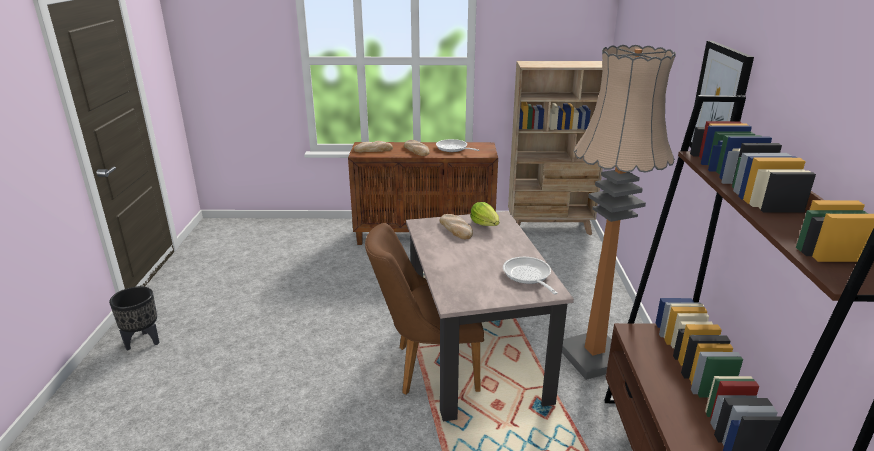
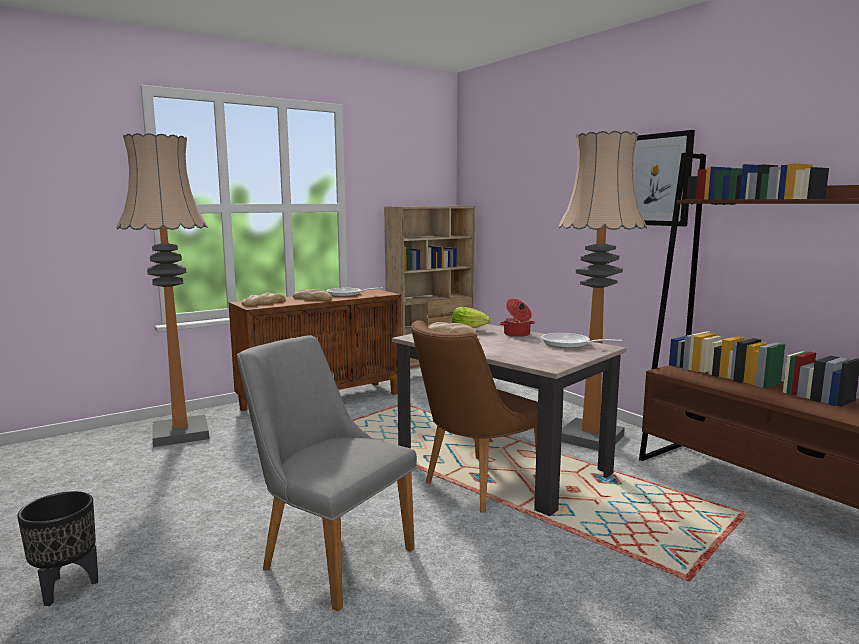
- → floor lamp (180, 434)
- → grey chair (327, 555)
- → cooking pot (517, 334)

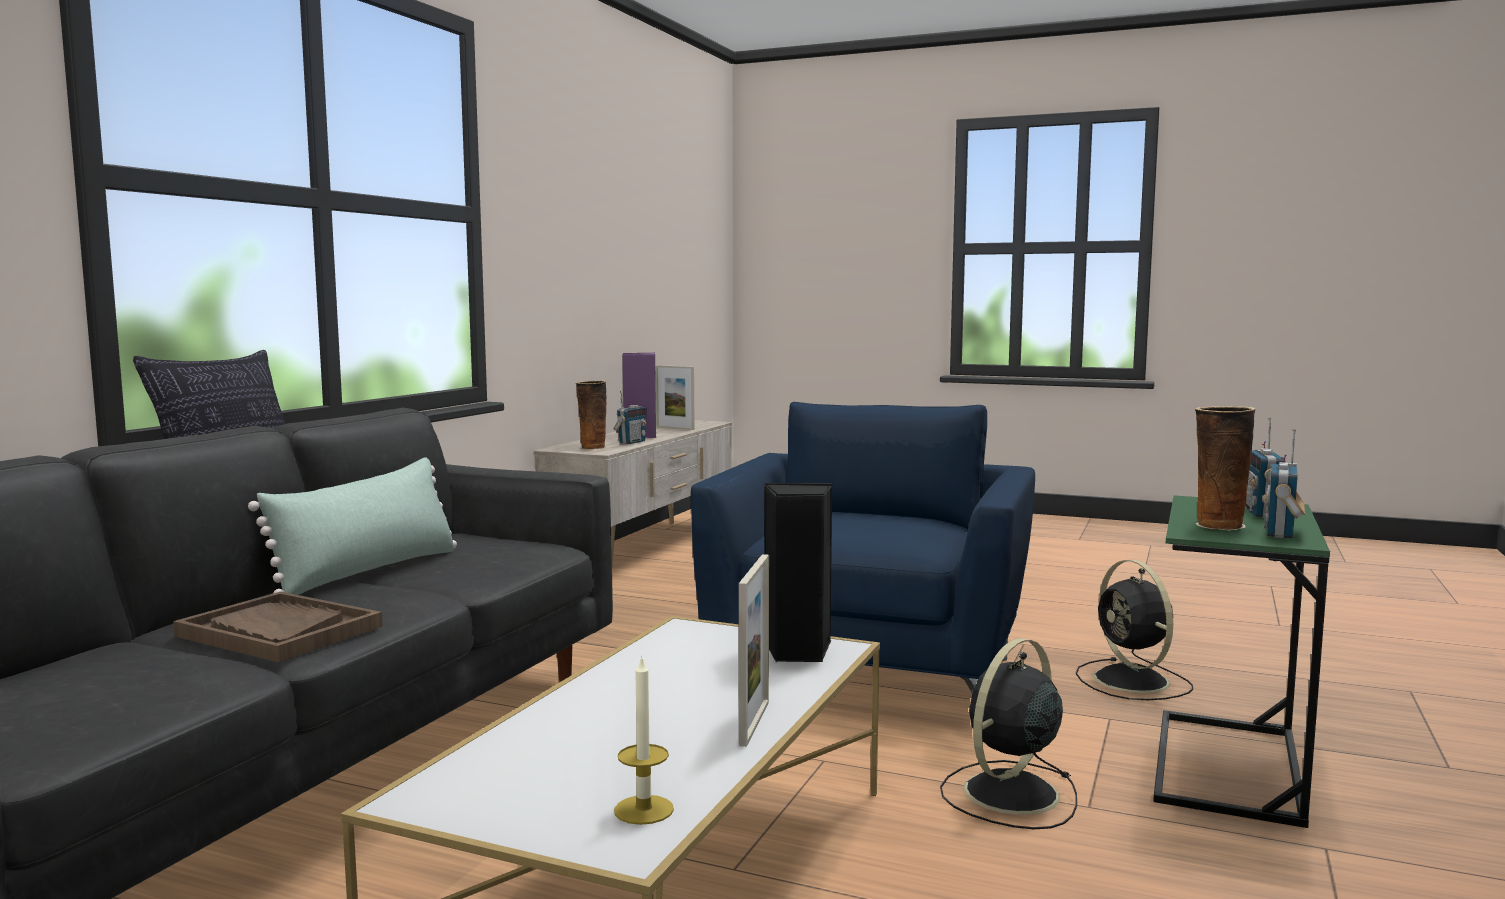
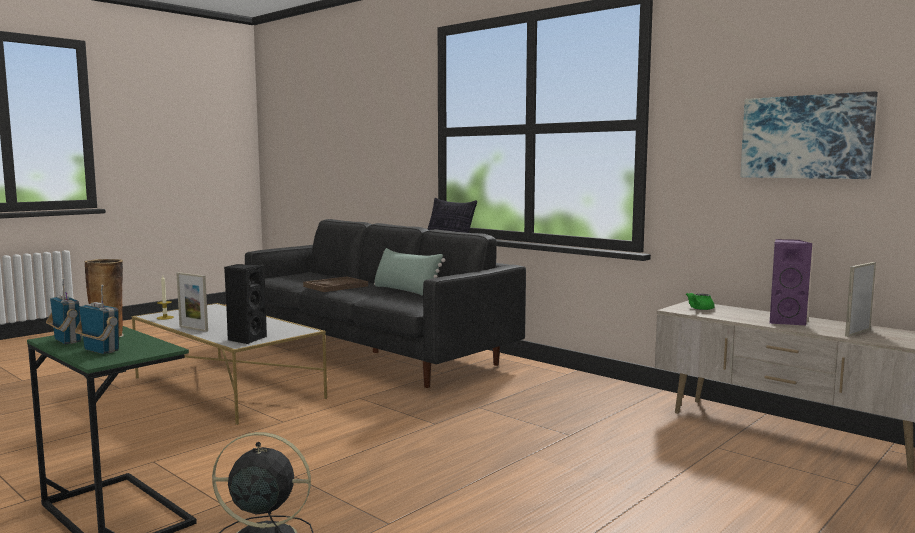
vase (592, 447) → green teapot (699, 309)
- → picture (806, 137)
radio (631, 442) → -
blue armchair (869, 673) → -
black fan (1009, 794) → -

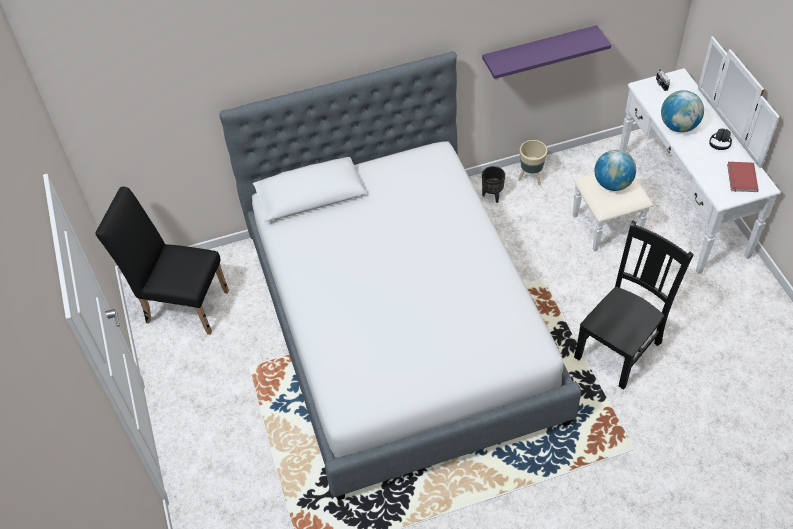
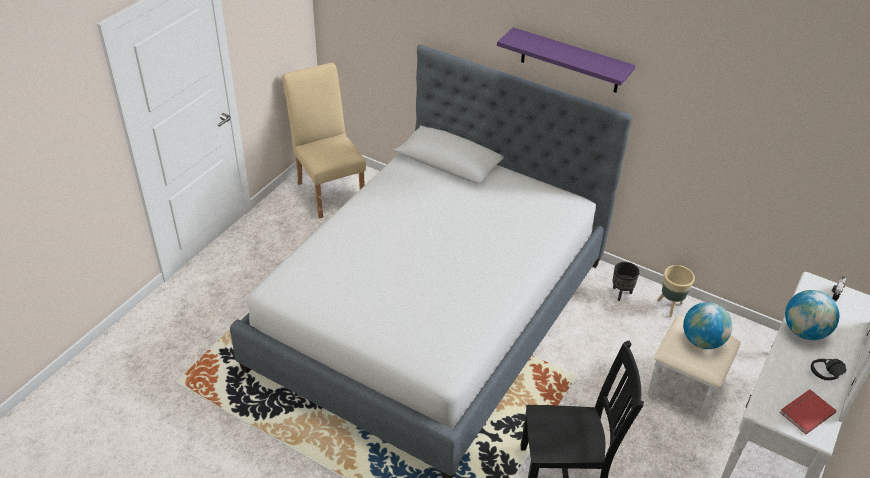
black chair (181, 304) → beige chair (329, 190)
purple shelf (539, 52) → purple shelf (570, 61), moved

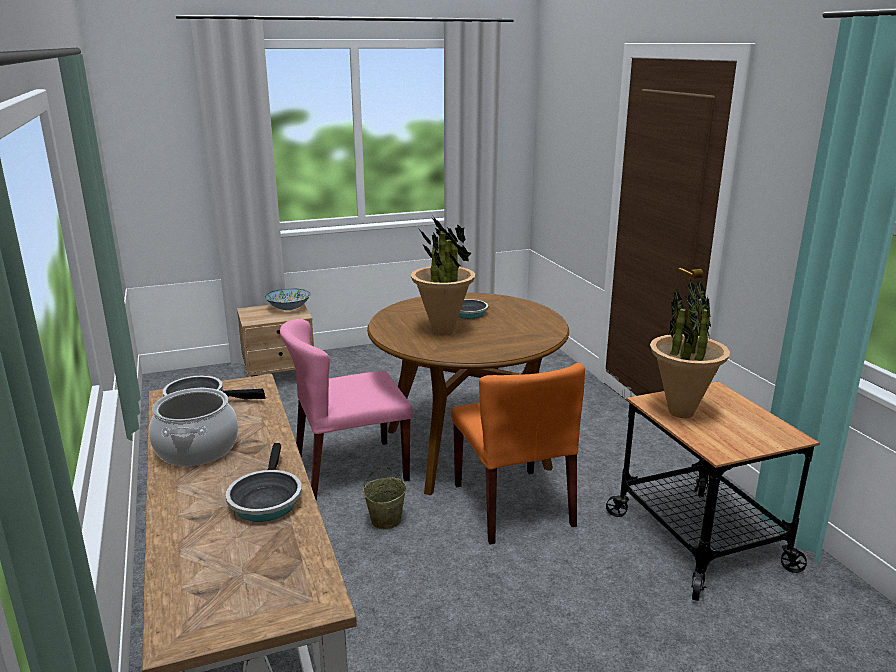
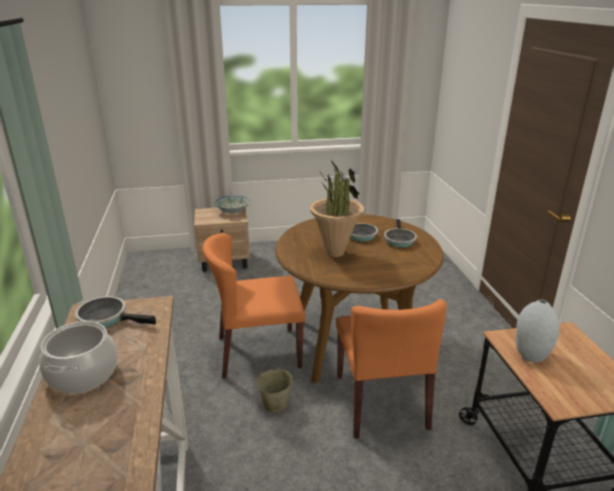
pink chair (350, 469) → orange chair (258, 352)
frying pan (265, 499) → frying pan (399, 240), moved
potted plant (681, 413) → grey vase (530, 354)

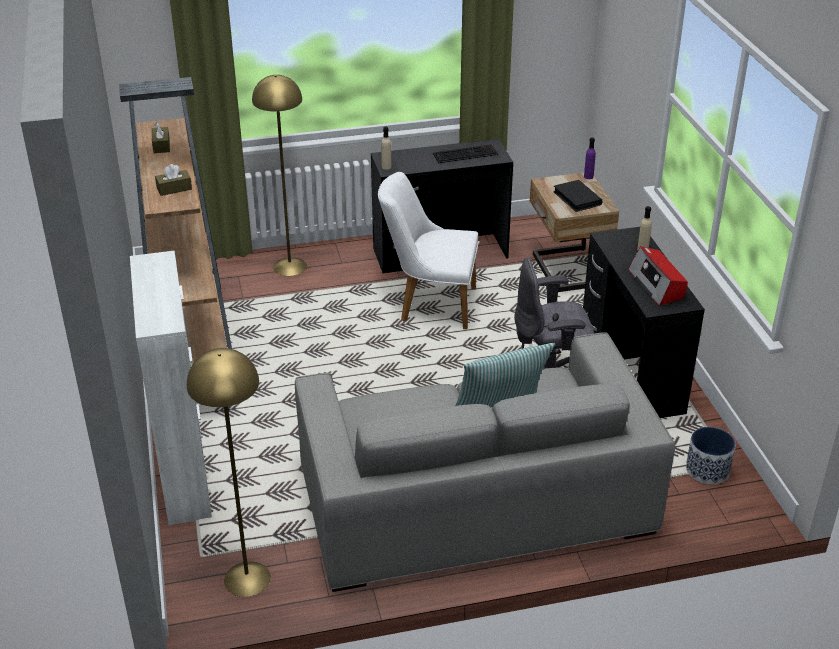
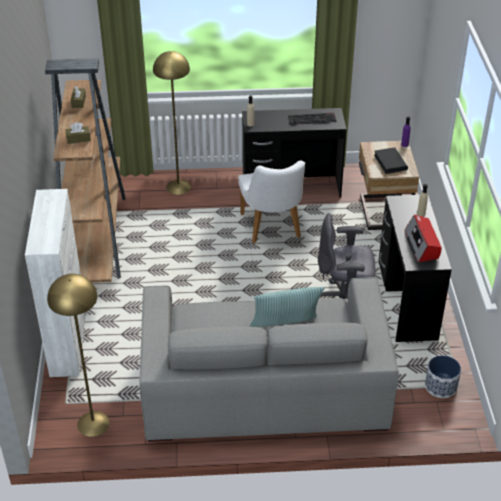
white chair (430, 305) → white chair (272, 229), 120 degrees counterclockwise

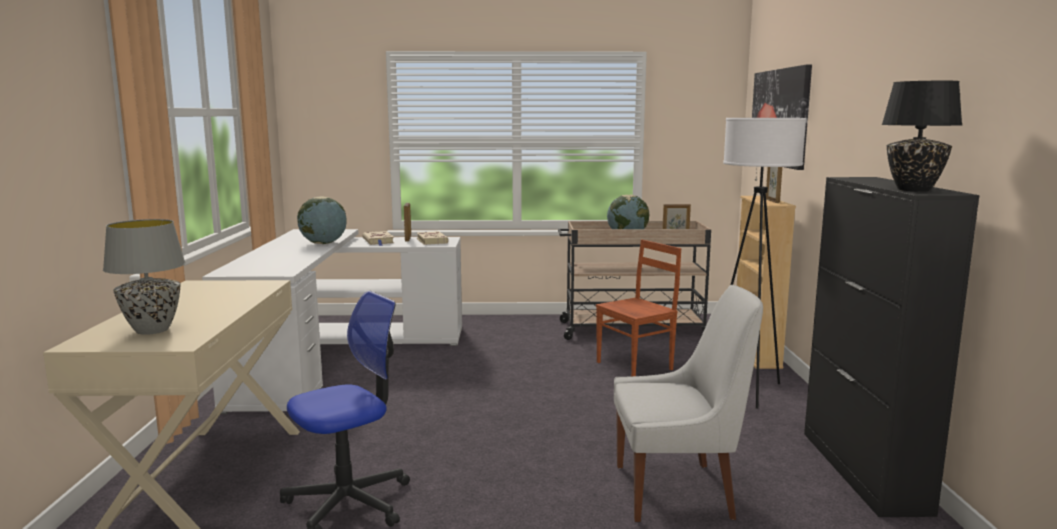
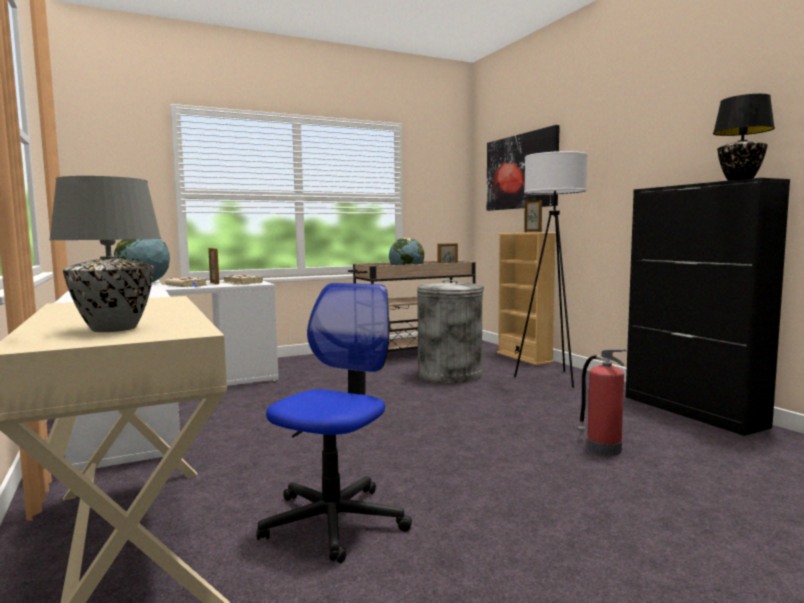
brown chair (636, 366) → grey trash can (450, 375)
white chair (678, 491) → fire extinguisher (602, 448)

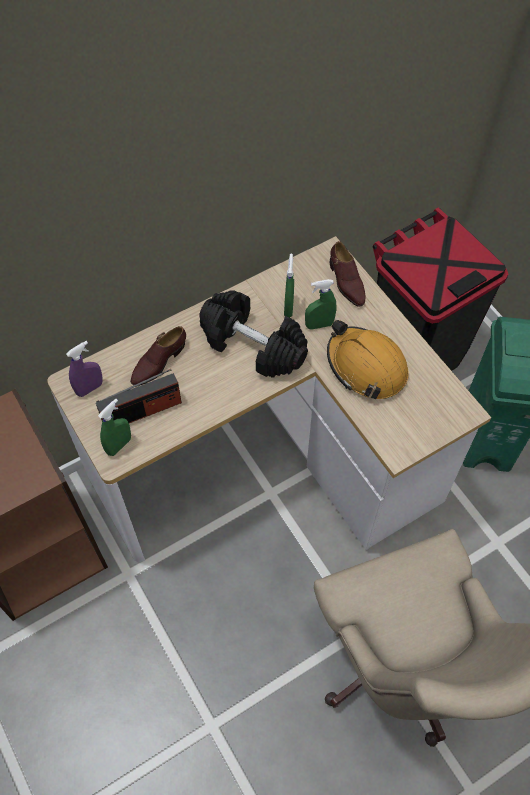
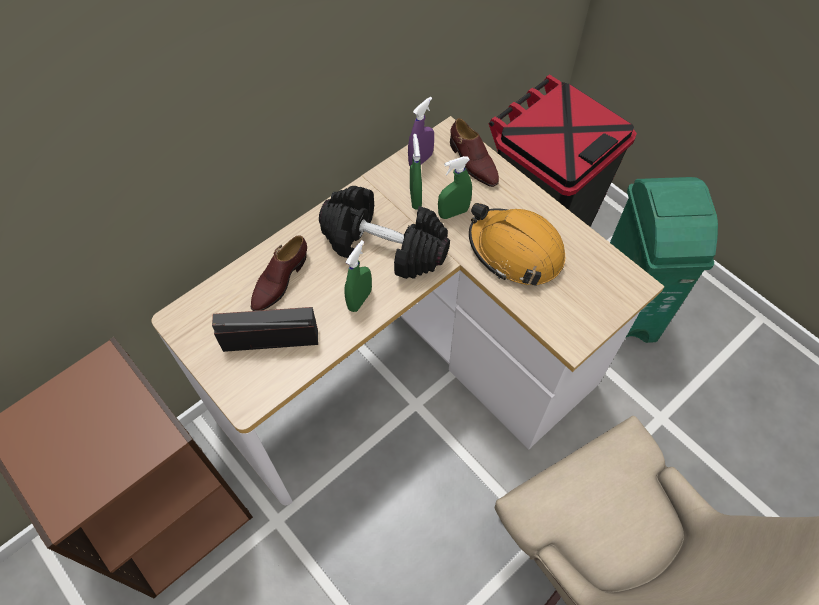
radio (142, 411) → radio (270, 340), 150 degrees counterclockwise
green spray bottle (119, 445) → green spray bottle (359, 300), moved
purple spray bottle (90, 388) → purple spray bottle (420, 160), moved

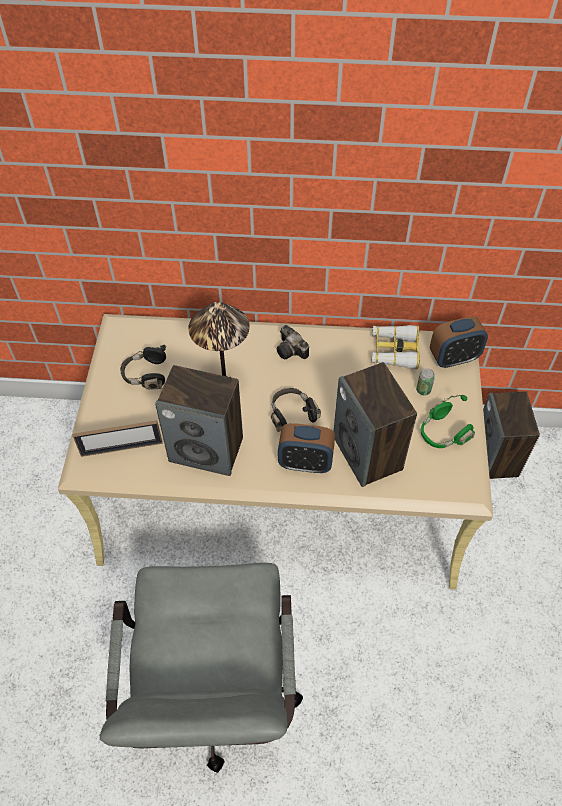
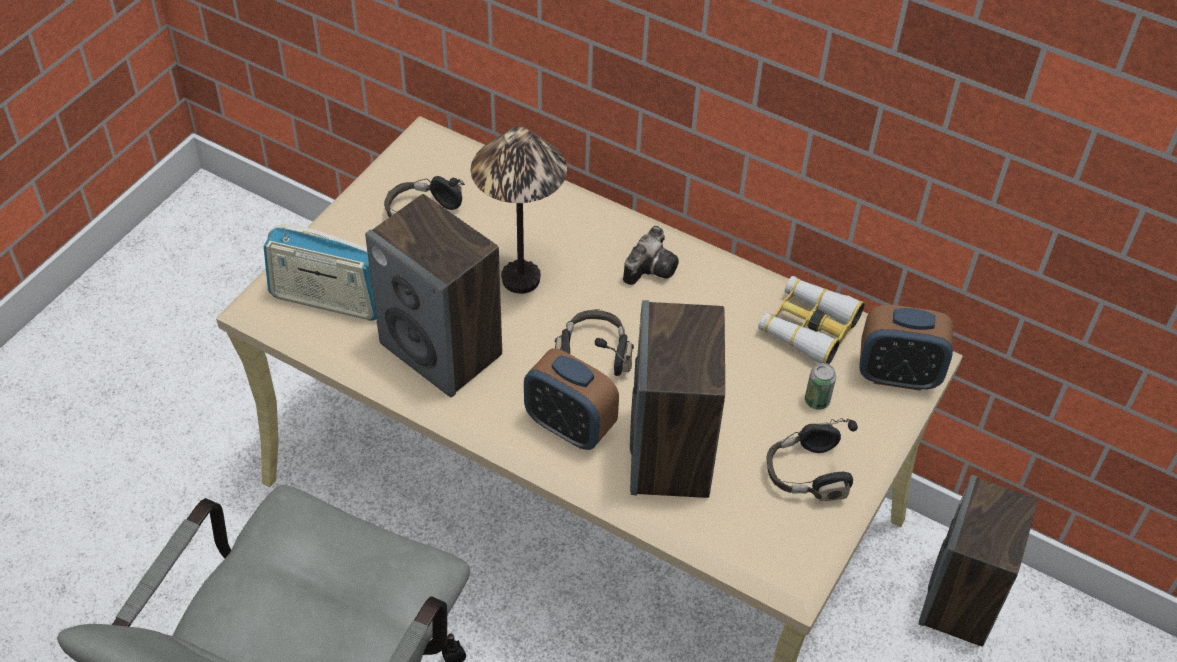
picture frame (121, 448) → radio (328, 300)
photo camera (292, 351) → photo camera (651, 266), 135 degrees counterclockwise
green headphones (443, 433) → black headphones (806, 474)

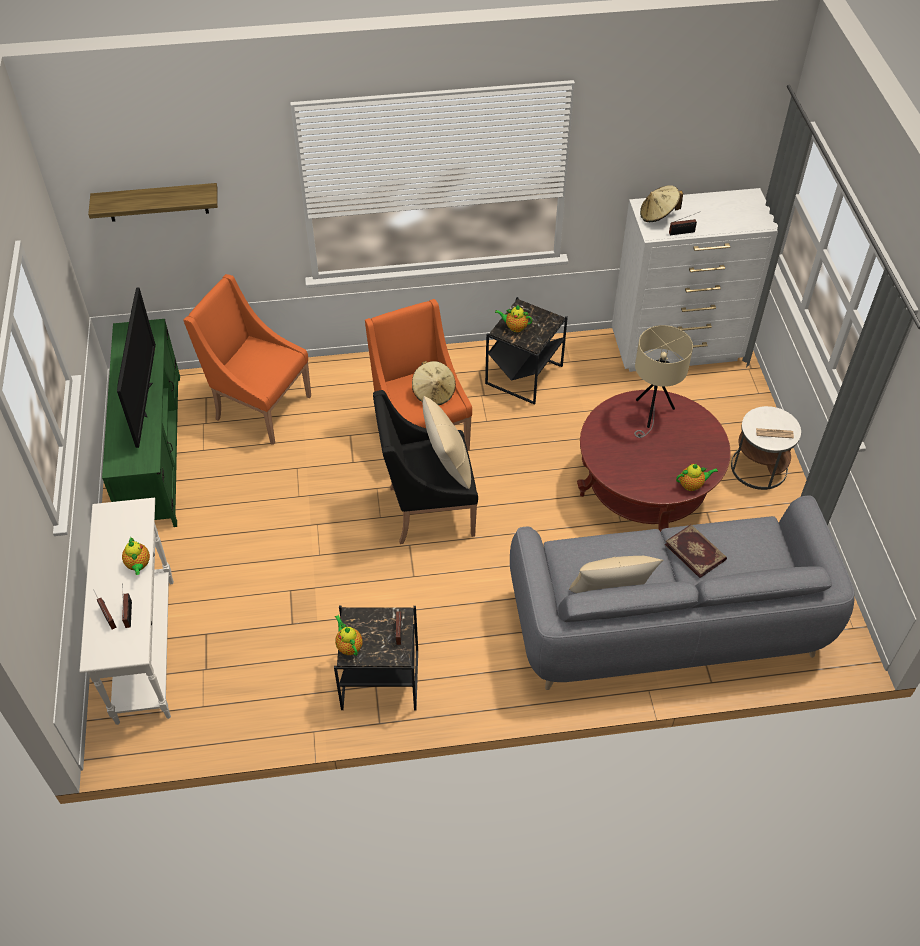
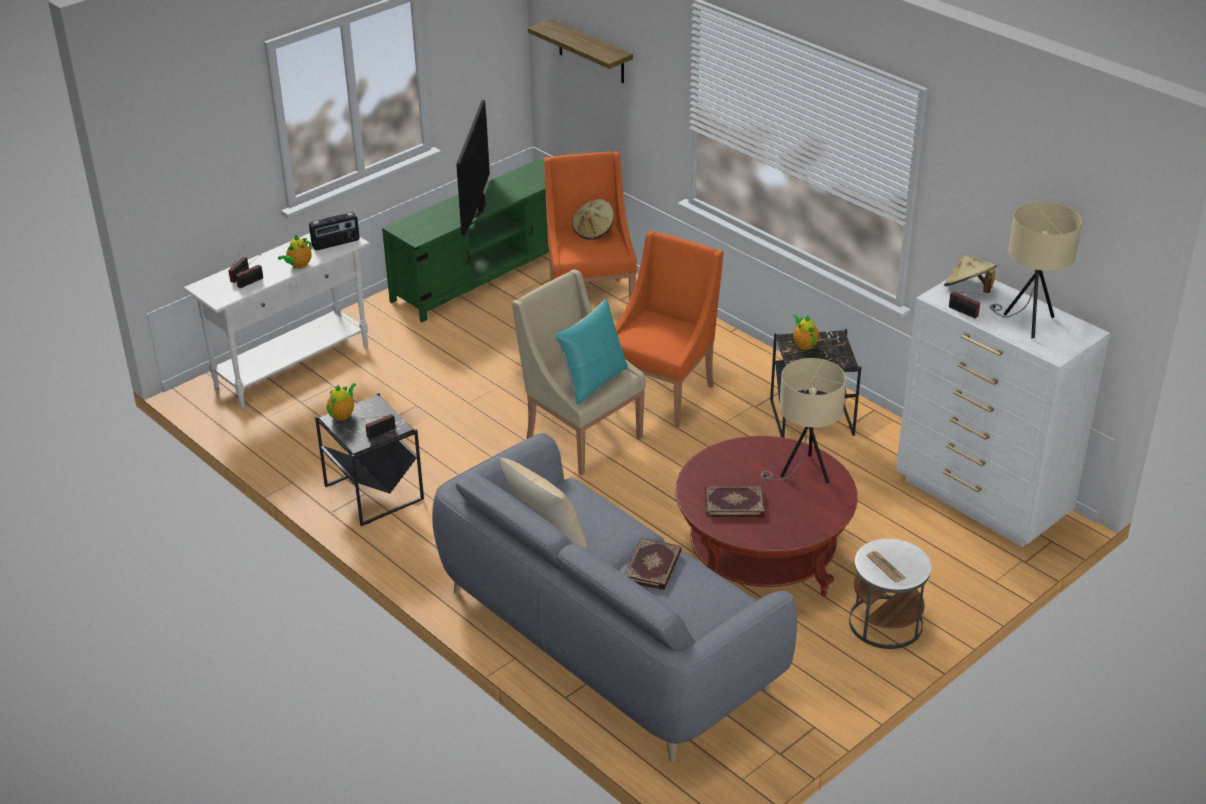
- → radio (336, 243)
television (144, 399) → television (478, 207), 135 degrees clockwise
black armchair (428, 510) → beige armchair (580, 436)
beige pillow (448, 464) → turquoise pillow (593, 382)
beige hat (434, 393) → beige hat (593, 231), moved
- → book (734, 503)
- → beige table lamp (1027, 323)
teapot (692, 485) → -

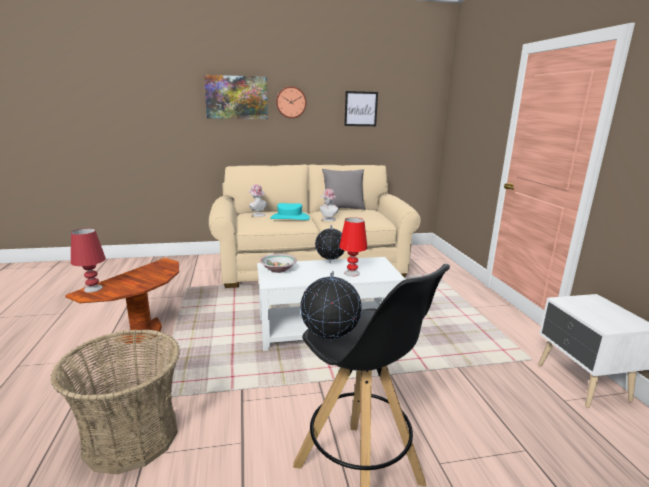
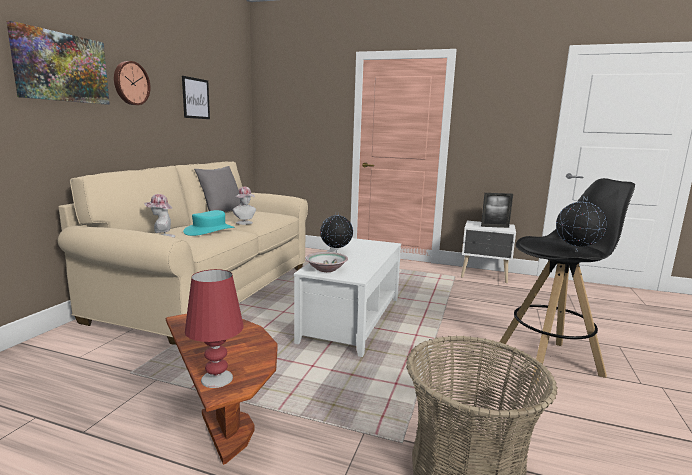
- → picture frame (494, 226)
red table lamp (352, 273) → -

